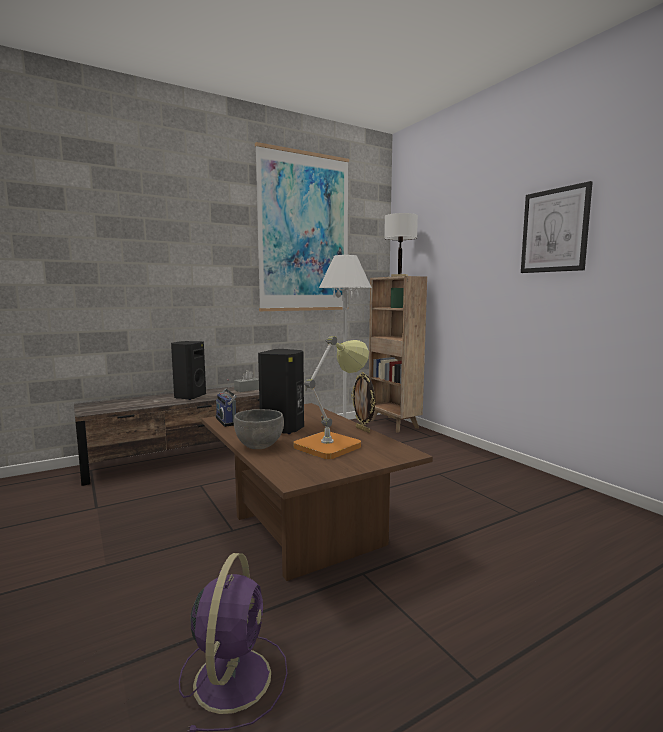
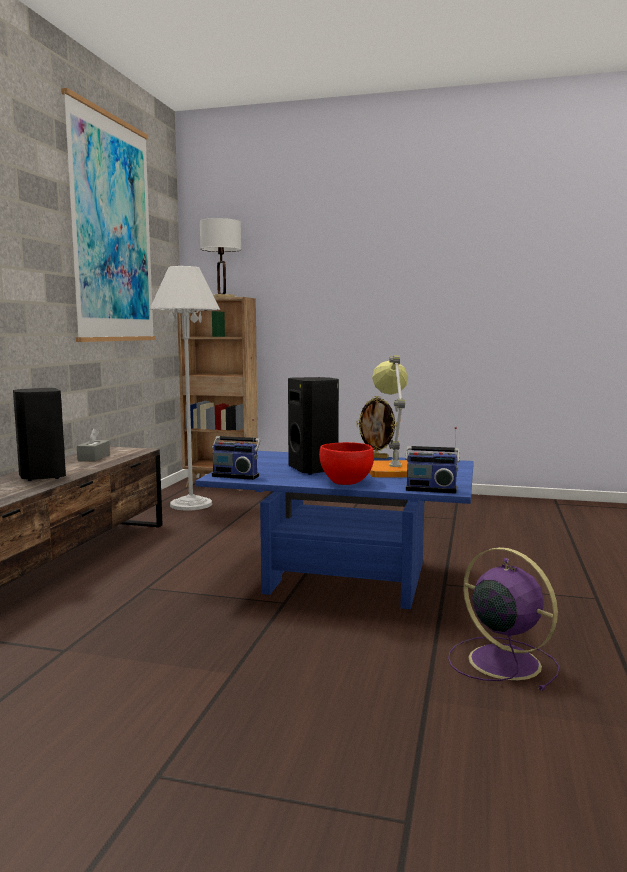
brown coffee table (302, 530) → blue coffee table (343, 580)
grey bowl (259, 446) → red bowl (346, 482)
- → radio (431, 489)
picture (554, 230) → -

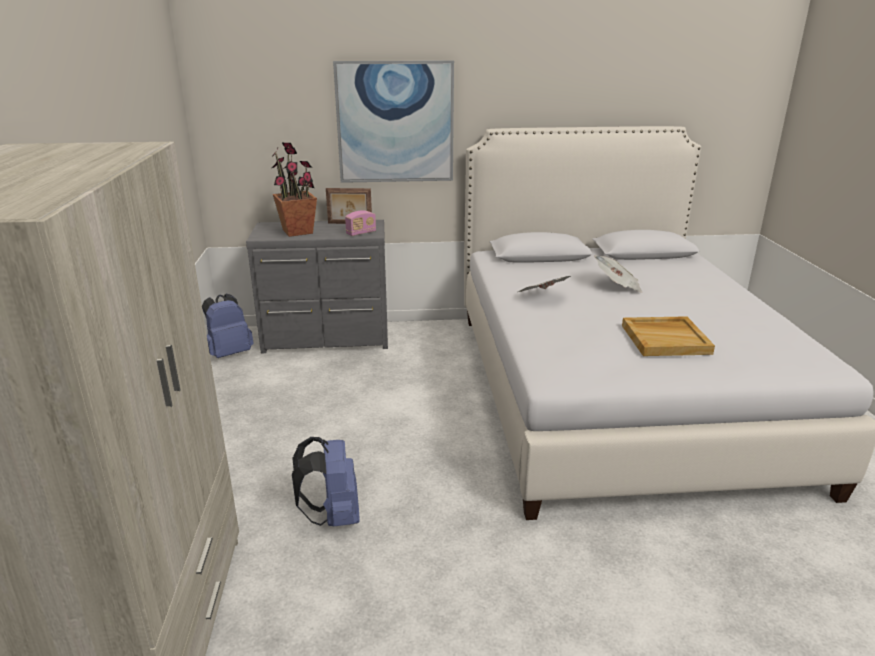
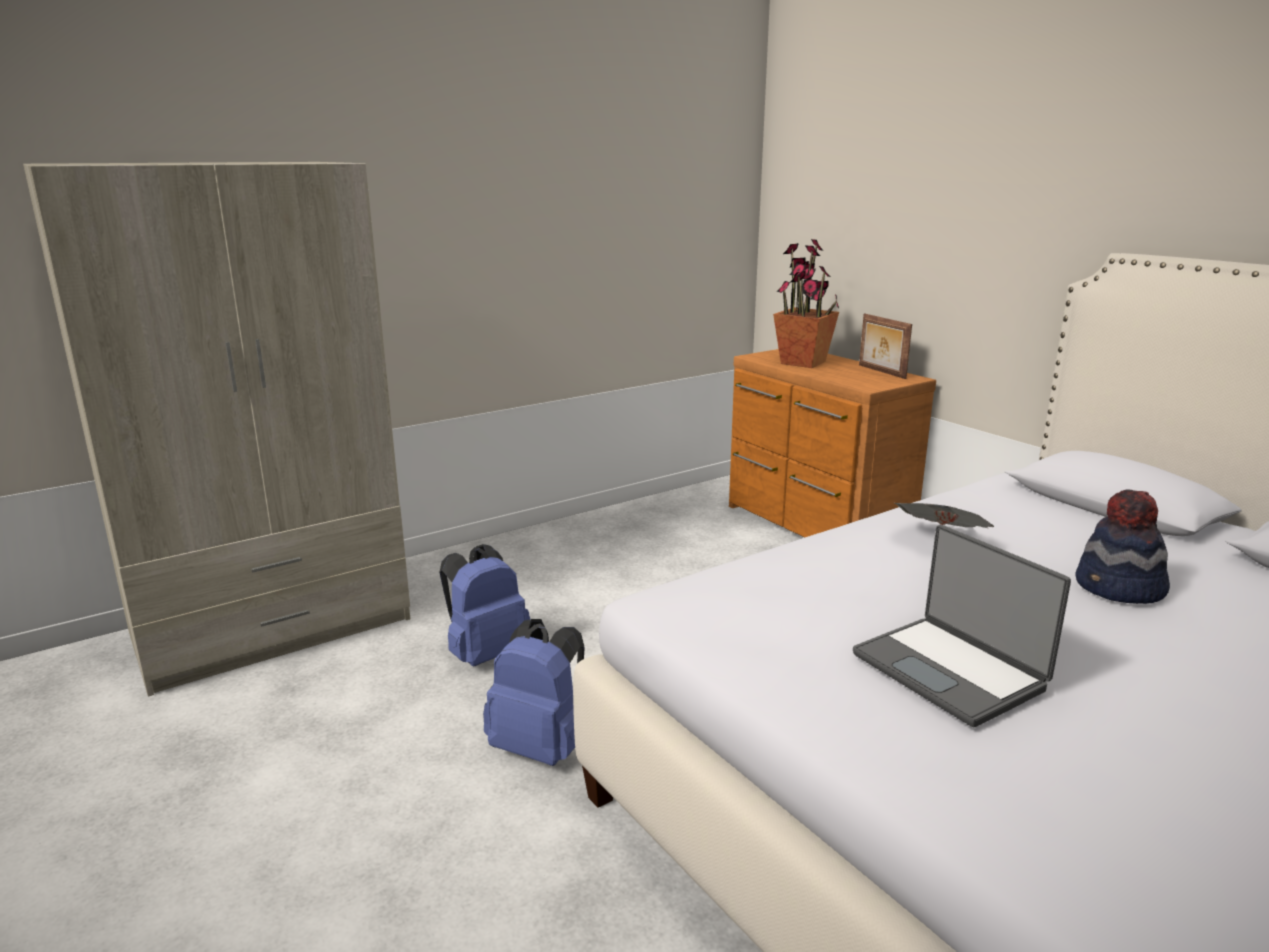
blue backpack (229, 353) → blue backpack (541, 747), moved
grey dresser (327, 339) → brown dresser (814, 526)
beige tray (665, 339) → laptop (950, 671)
newspaper (617, 286) → hat (1119, 589)
picture (395, 122) → -
radio (361, 233) → -

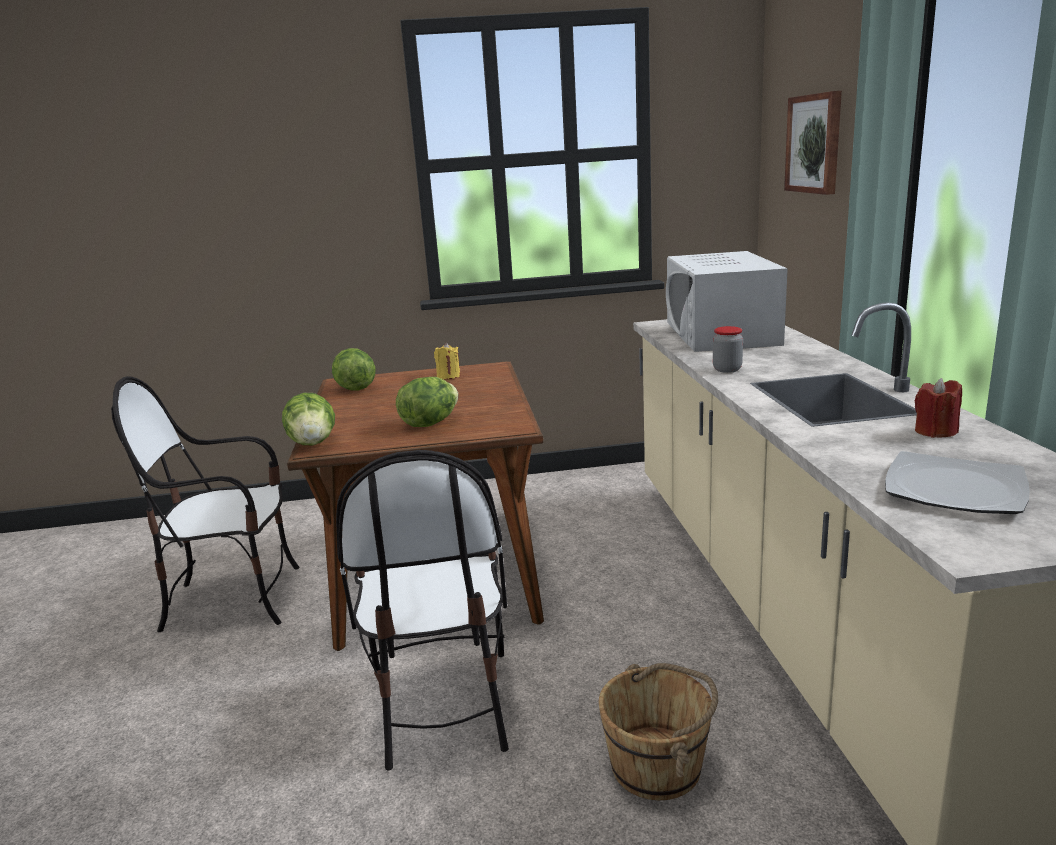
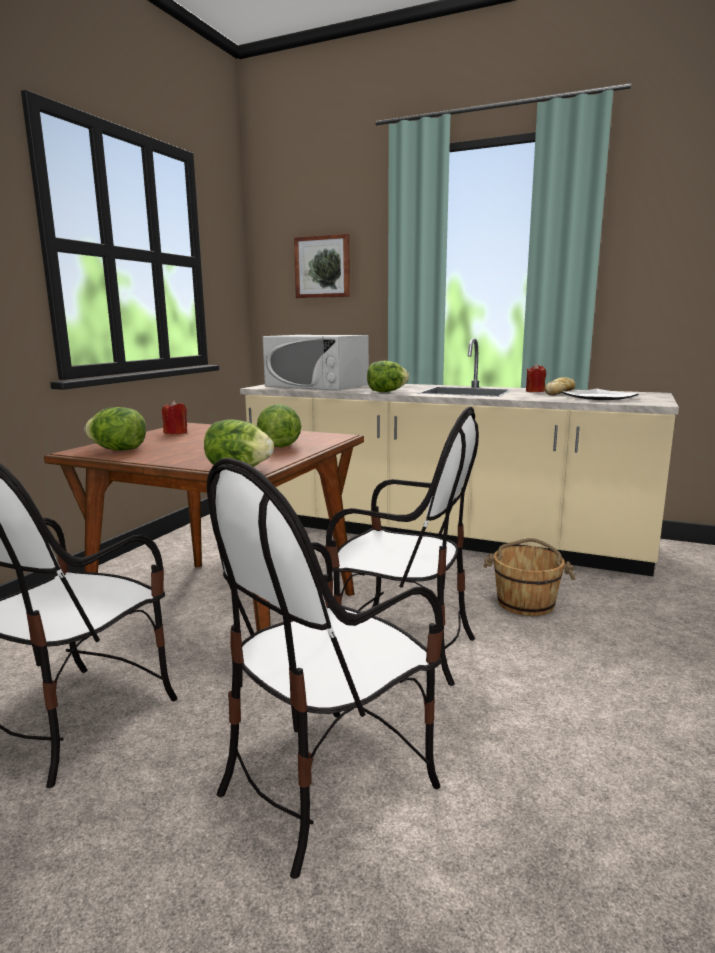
yellow candle (448, 376) → red candle (176, 433)
- → chair (327, 783)
jar (727, 369) → lettuce (386, 392)
- → bread (560, 392)

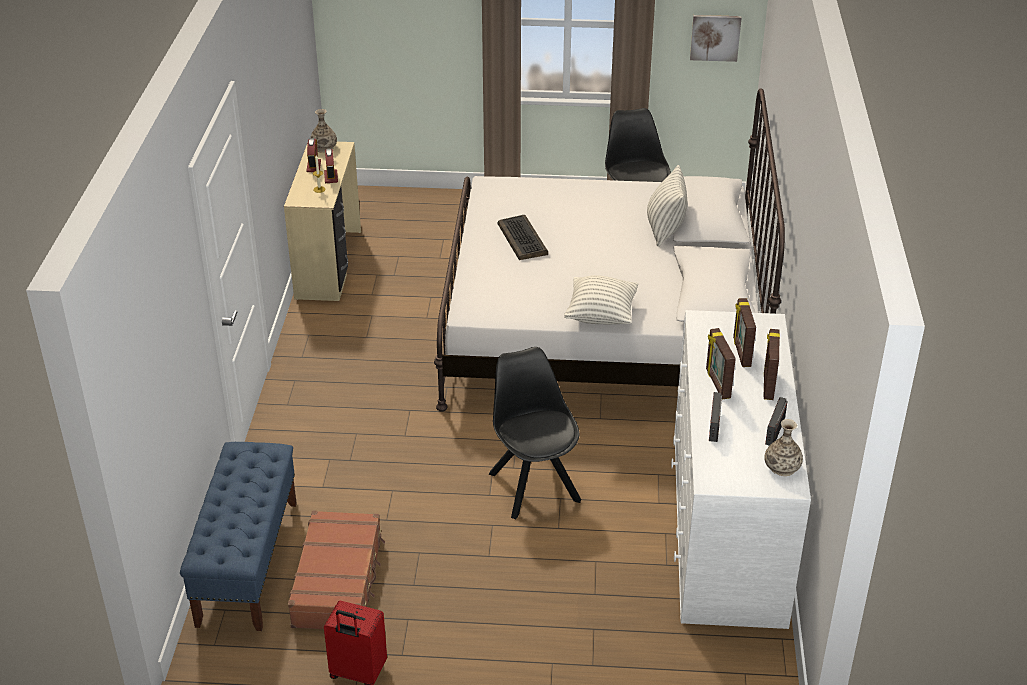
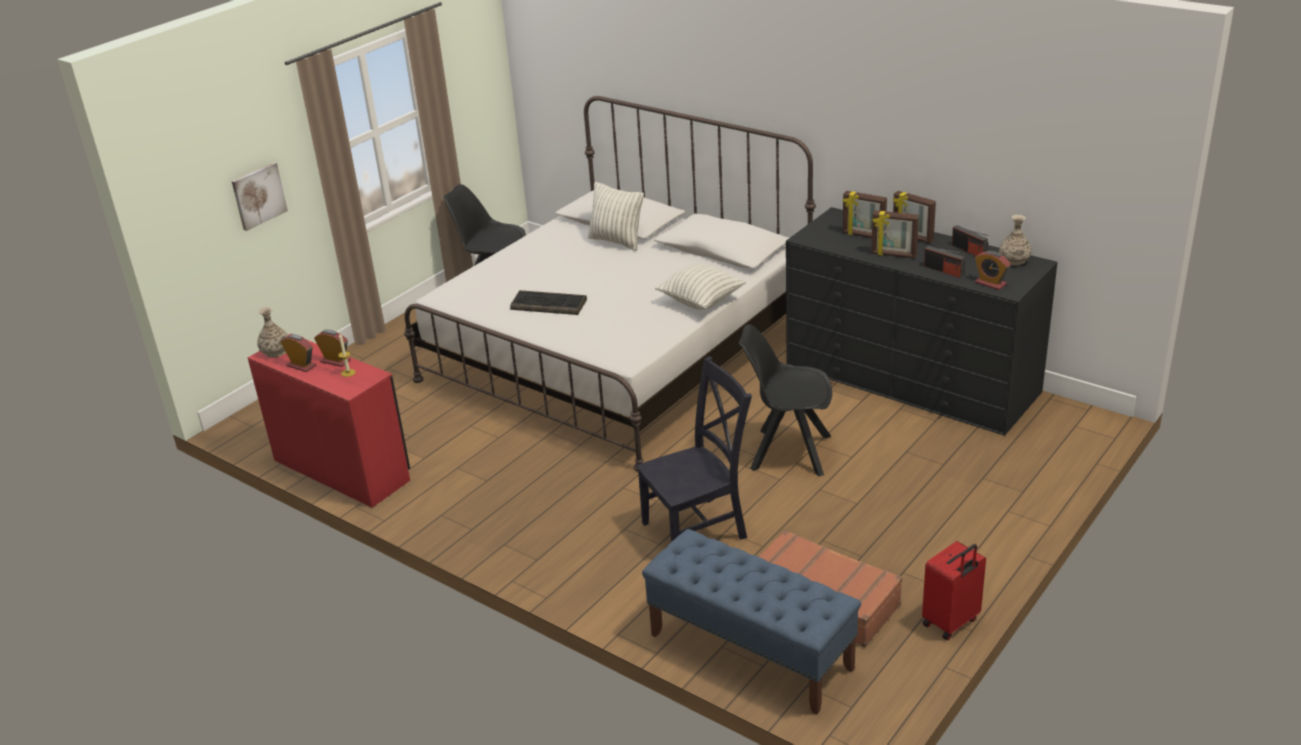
picture (715, 37) → picture (258, 195), moved
beige desk (330, 264) → red desk (343, 469)
- → black chair (698, 529)
white dresser (726, 523) → black dresser (911, 379)
- → alarm clock (990, 283)

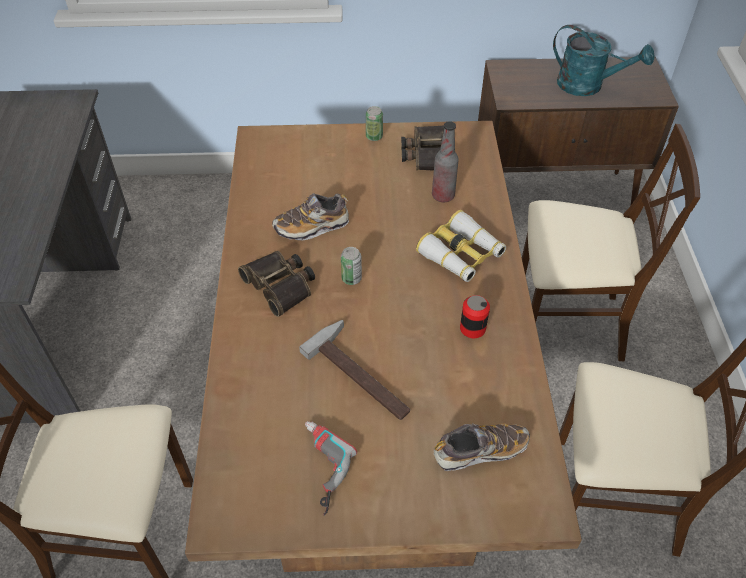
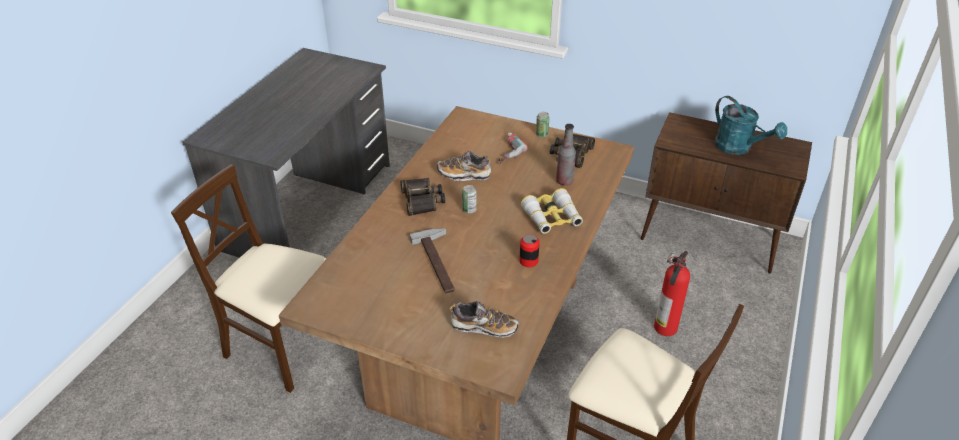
power drill (317, 468) → power drill (504, 151), moved
beige chair (565, 323) → fire extinguisher (665, 328)

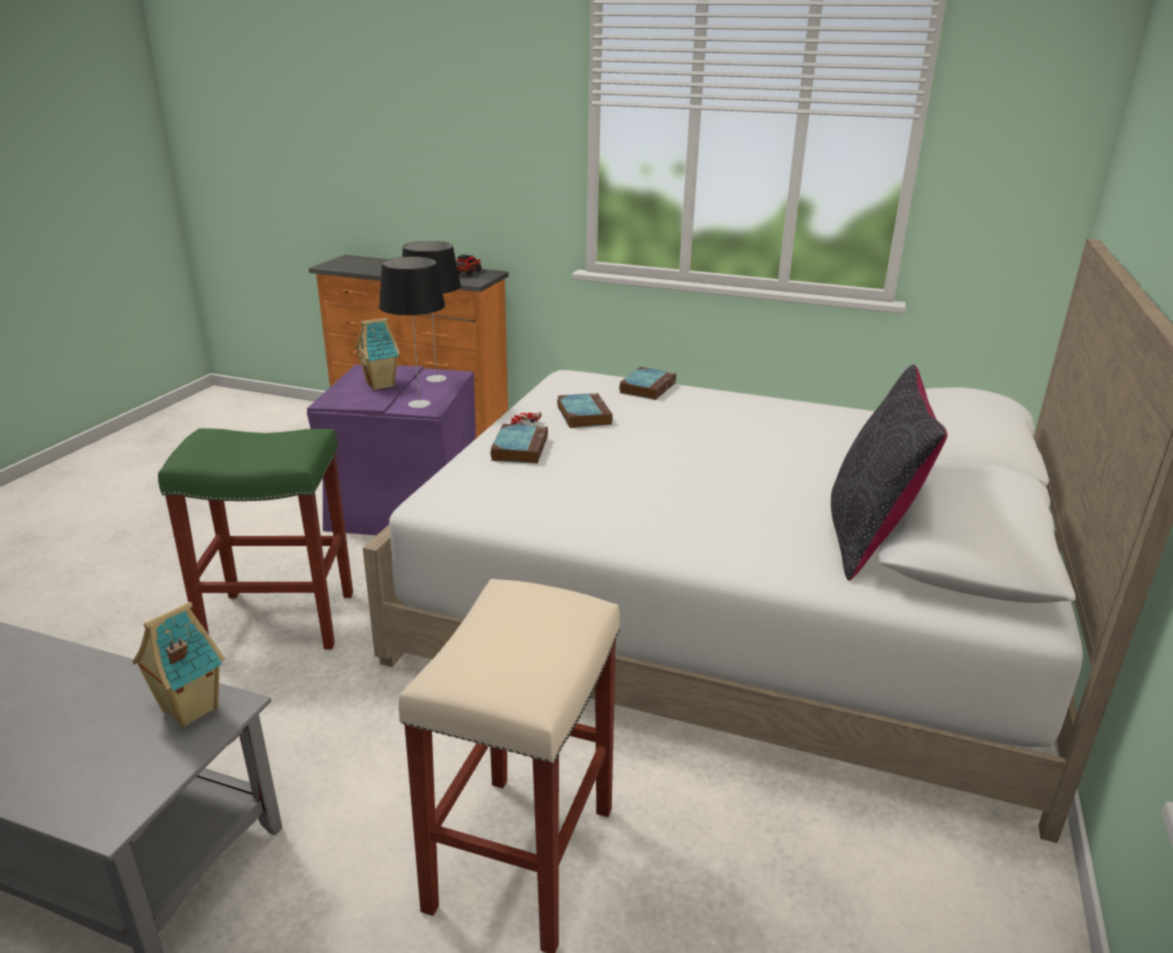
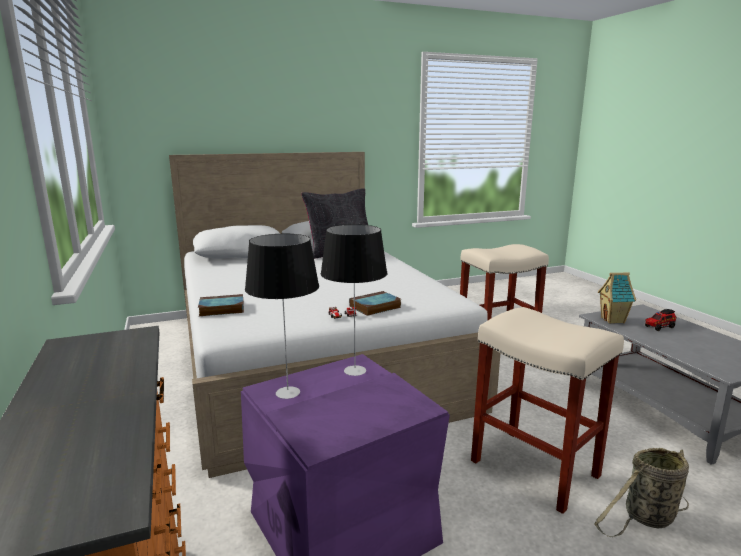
green stool (277, 621) → beige stool (536, 468)
- → basket (646, 518)
toy truck (468, 273) → toy truck (659, 327), moved
toy house (381, 385) → -
book (583, 415) → -

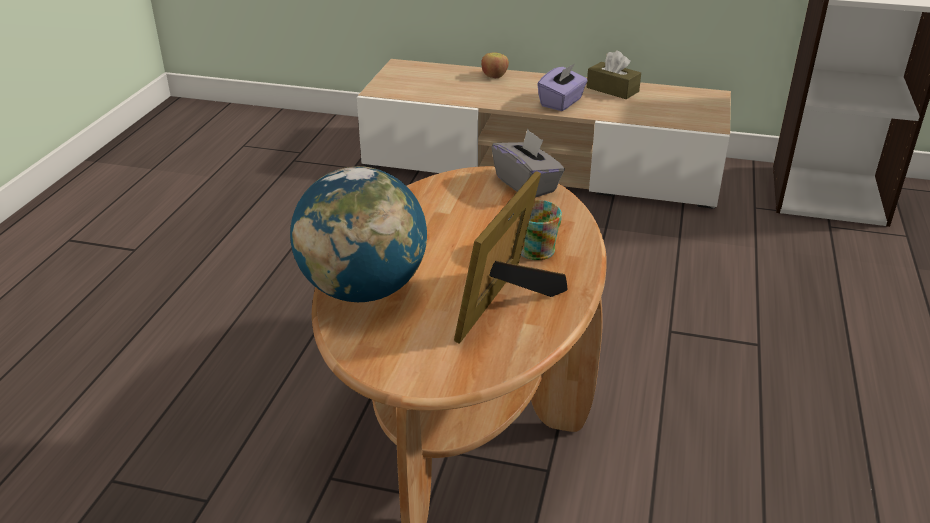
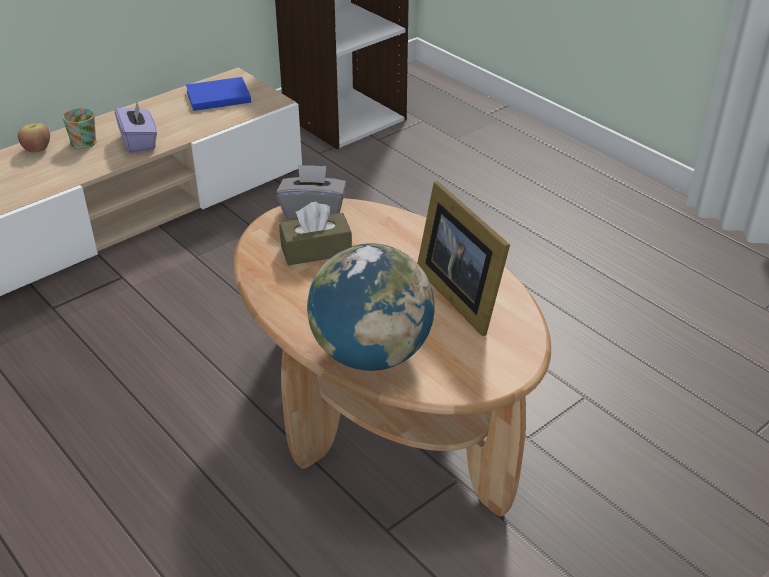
mug (540, 248) → mug (84, 140), moved
- → blue book (216, 96)
brown tissue box (612, 89) → brown tissue box (316, 250), moved

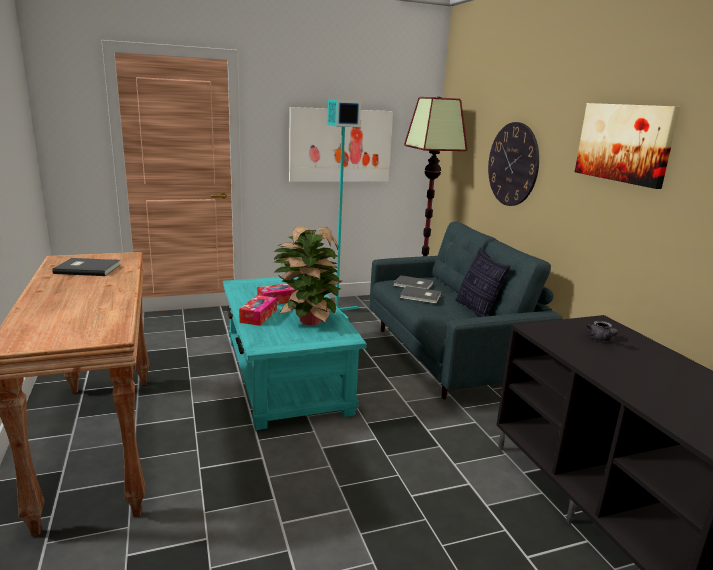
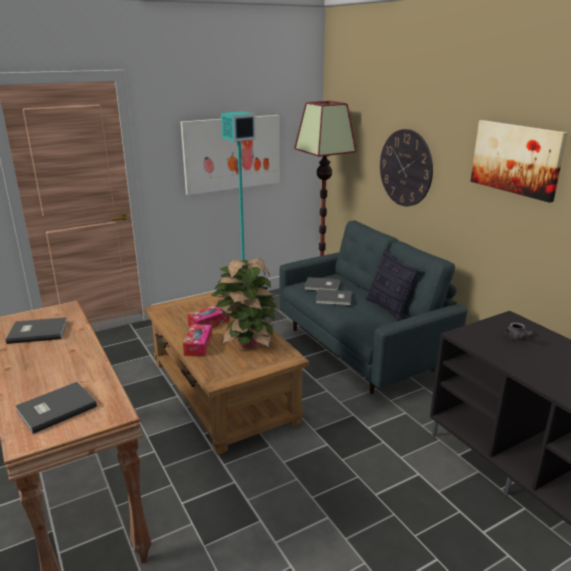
- → grey book (55, 408)
turquoise coffee table (285, 374) → brown coffee table (223, 391)

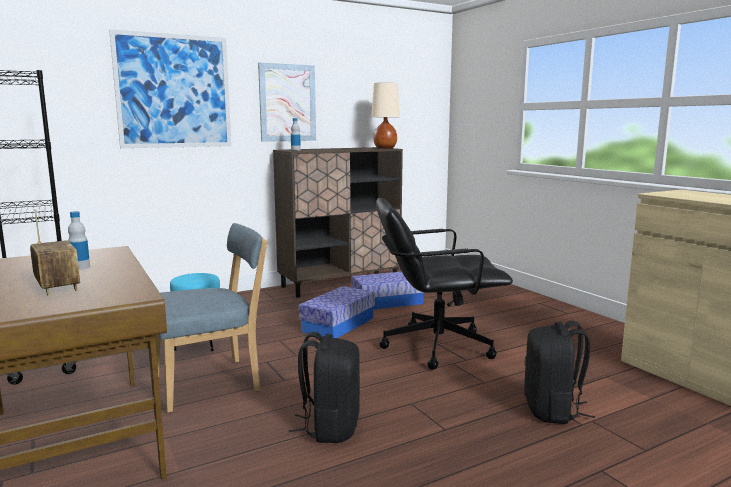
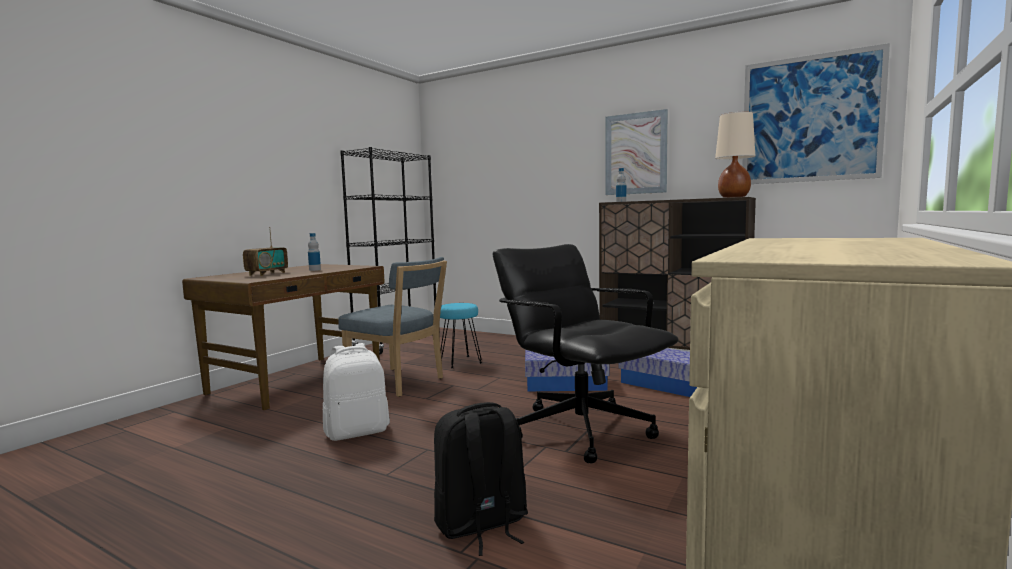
black backpack (330, 427) → white backpack (357, 432)
picture (174, 91) → picture (810, 119), moved

